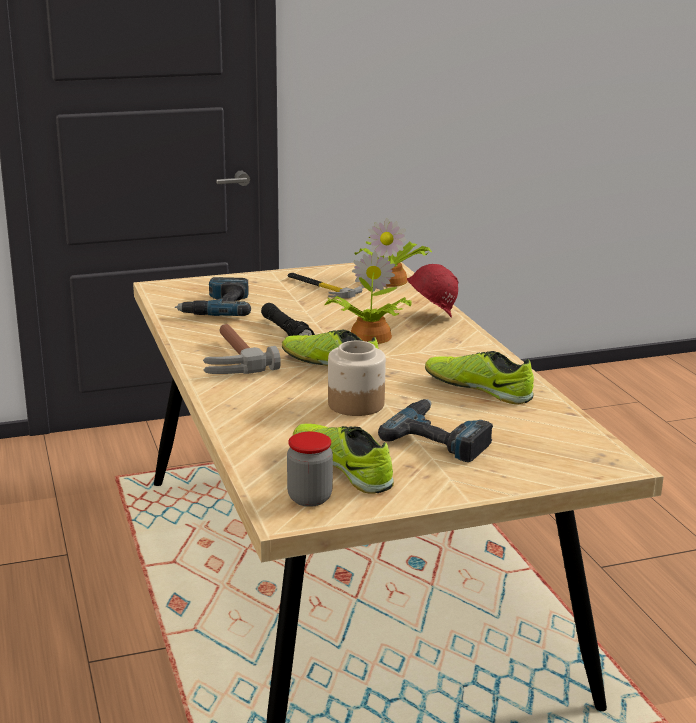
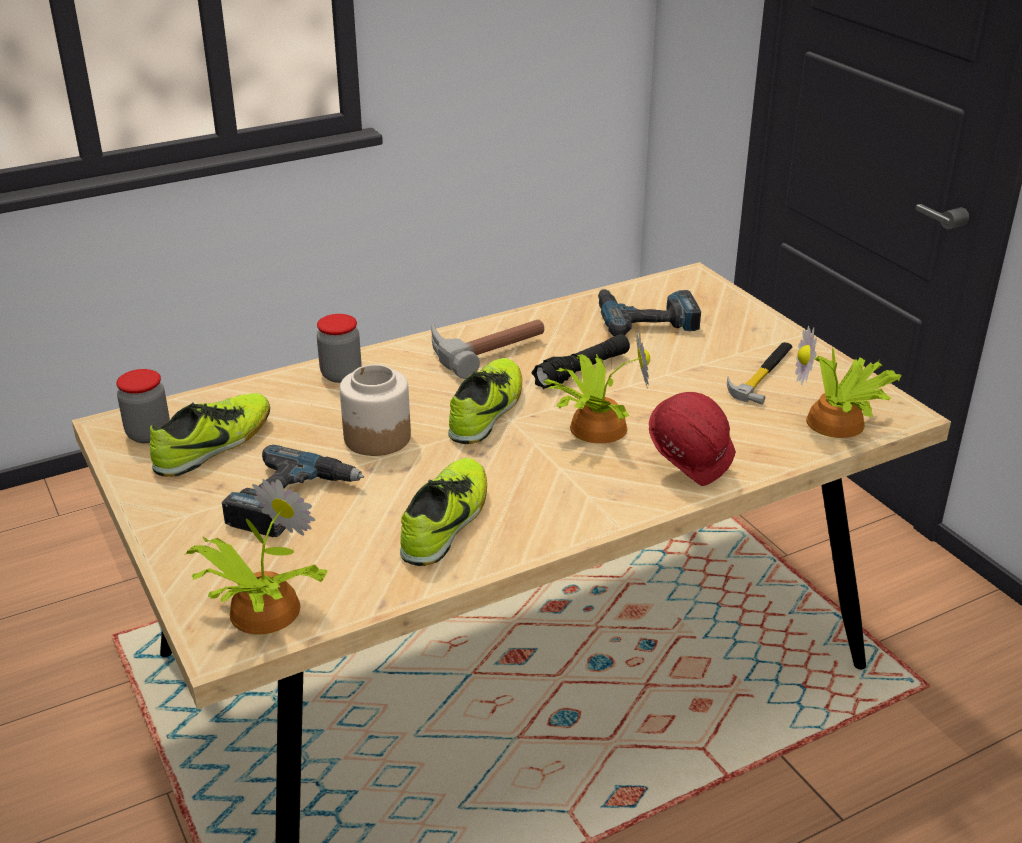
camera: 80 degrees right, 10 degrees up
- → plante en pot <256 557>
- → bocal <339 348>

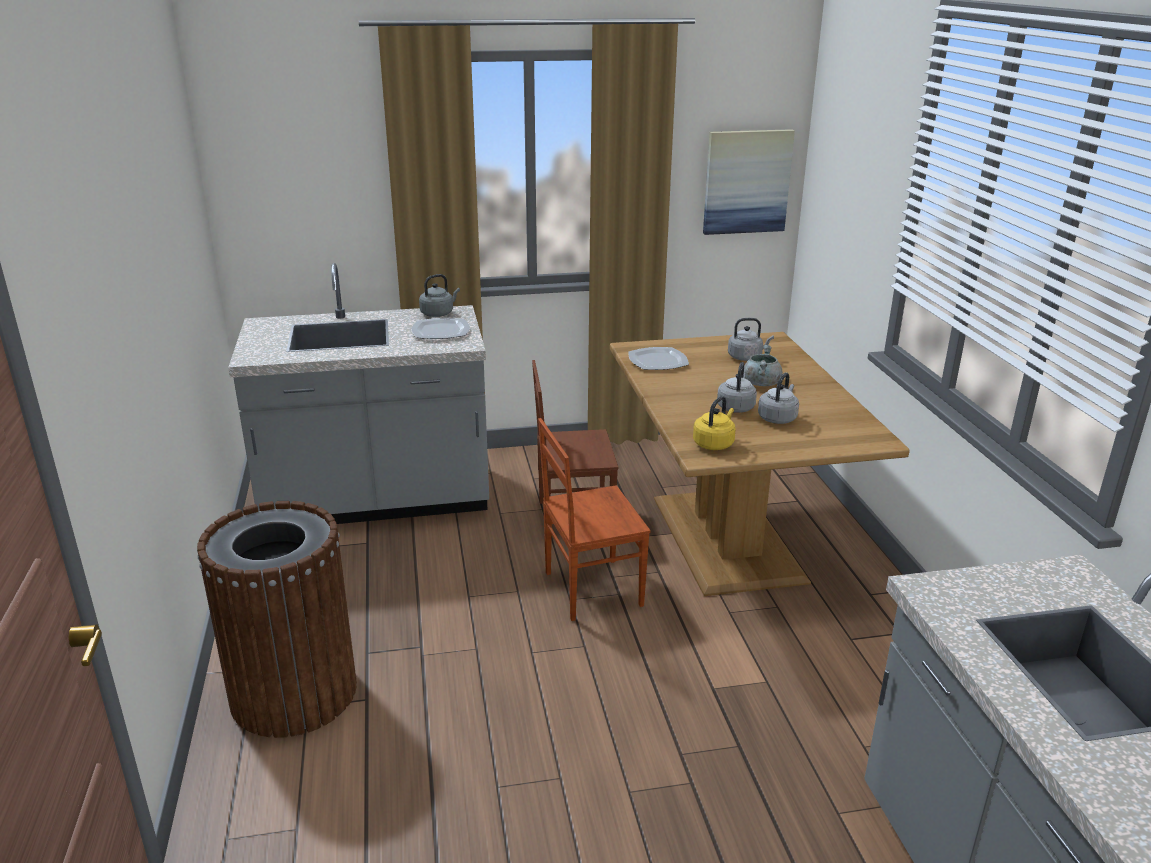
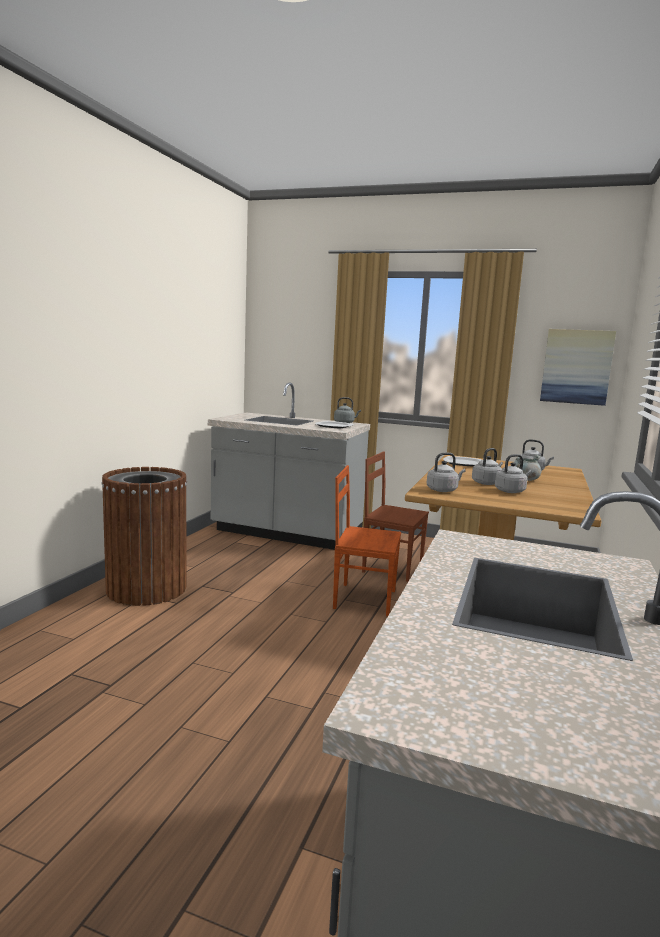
camera: 30 degrees right, 15 degrees down
bouilloire [jaune] <714 423> → bouilloire [gris] <446 472>

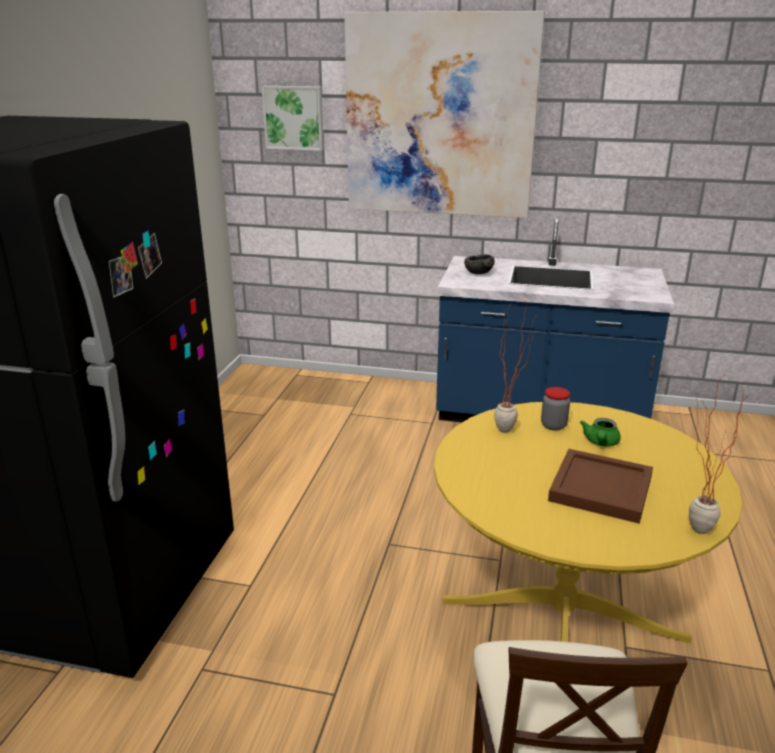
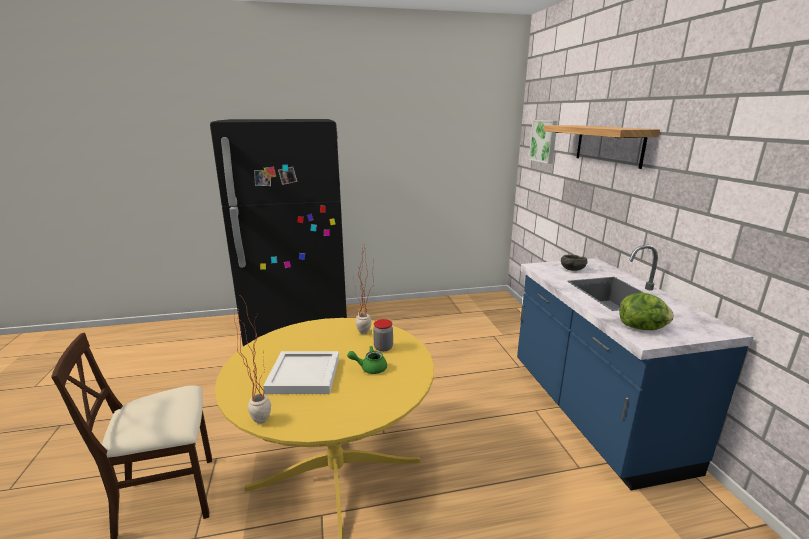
camera: 65 degrees right, 5 degrees down
- → laitue <647 311>
tableau <444 114> → étagère <601 147>
plateau [marron] <600 486> → plateau [blanc] <301 372>

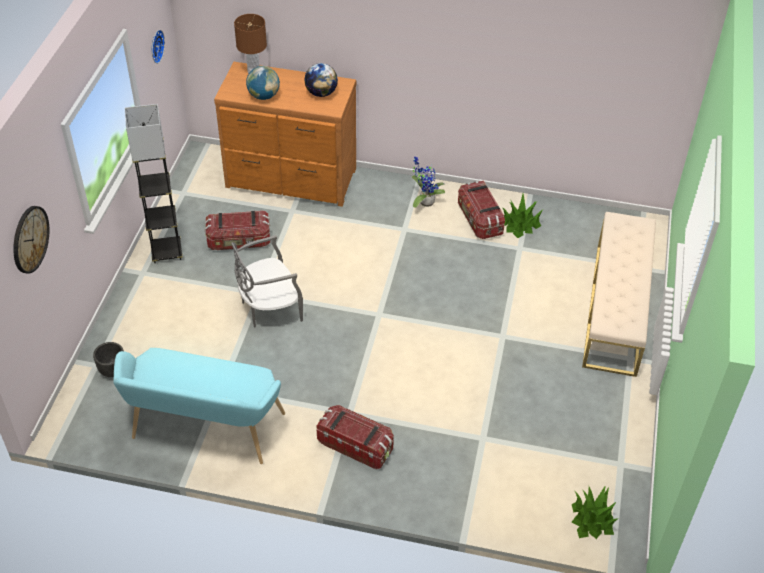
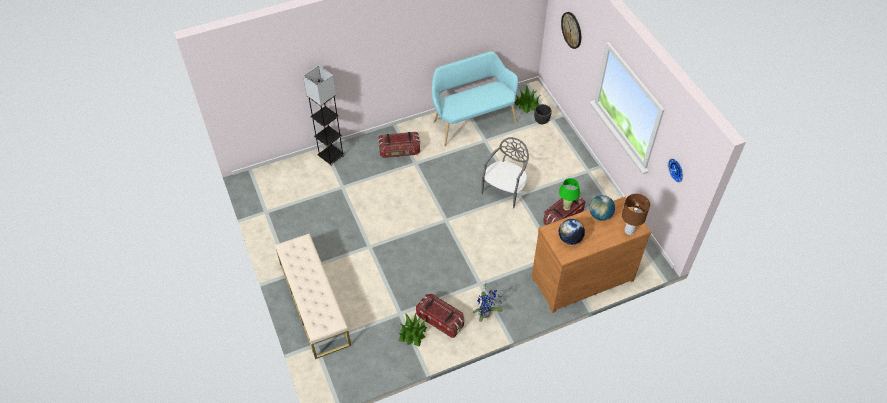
camera: 145 degrees right, 5 degrees up
- → lampe de table [vert] <569 194>
lampadaire [gris] <154 183> → lampadaire [gris] <324 115>, moved
plante en pot <595 512> → plante en pot <527 98>, moved

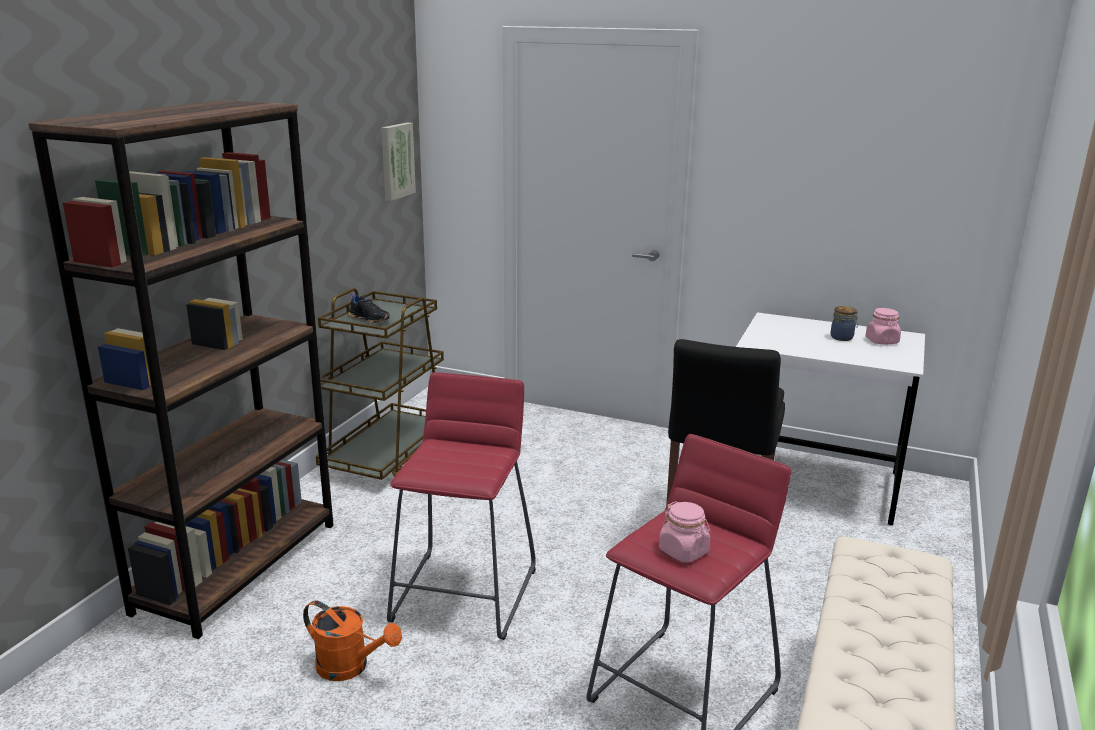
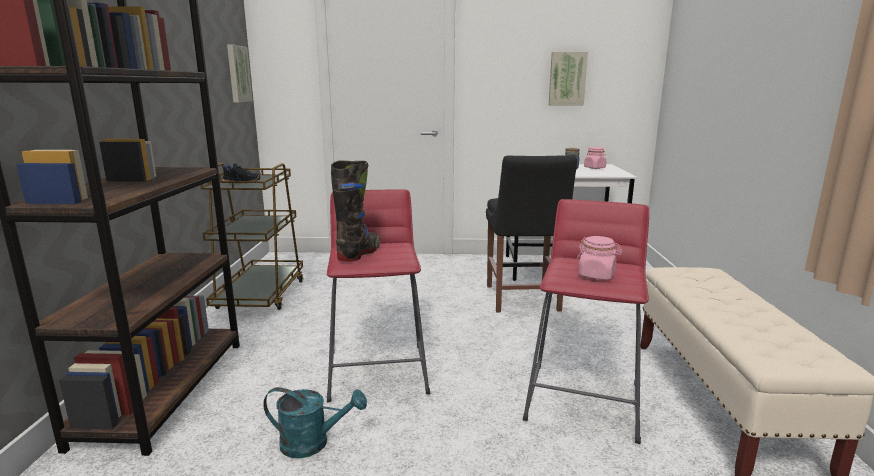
camera: 20 degrees left, 5 degrees down
- → botte [noir] <355 211>
- → tableau <568 78>
arrosoir [orange] <352 640> → arrosoir [turquoise] <315 422>

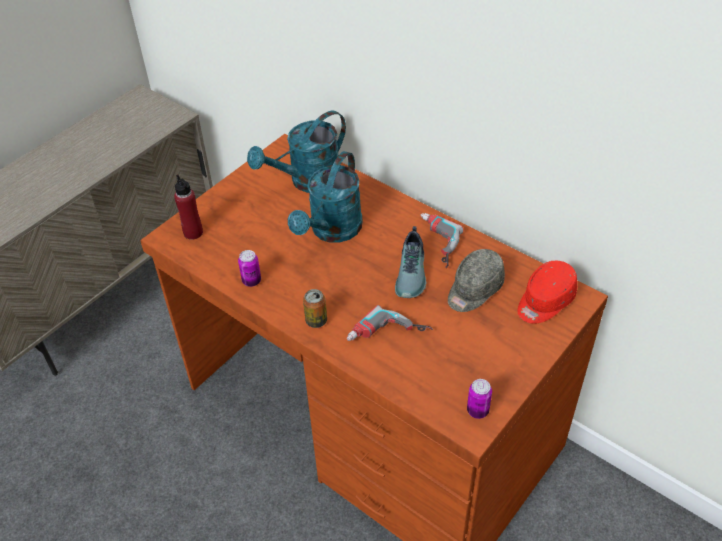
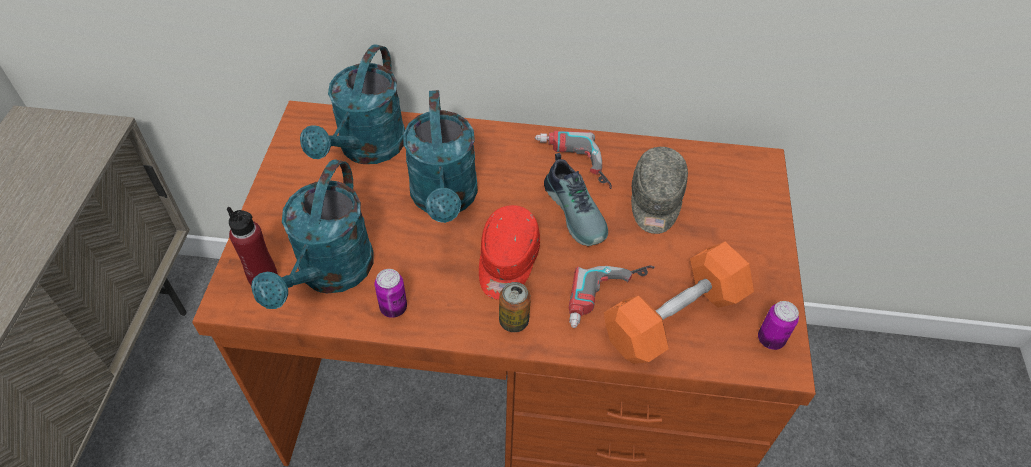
camera: 35 degrees left, 5 degrees up
- → arrosoir [turquoise] <312 234>
- → haltère [orange] <679 303>
casquette [rouge] <547 292> → casquette [rouge] <509 252>, moved

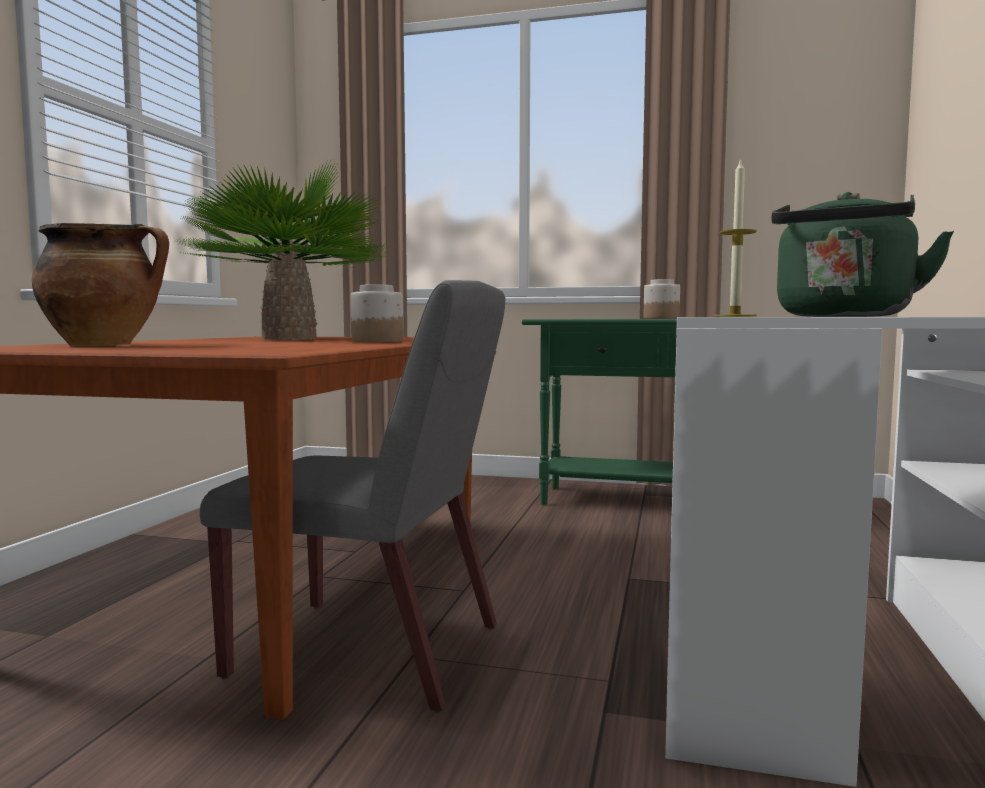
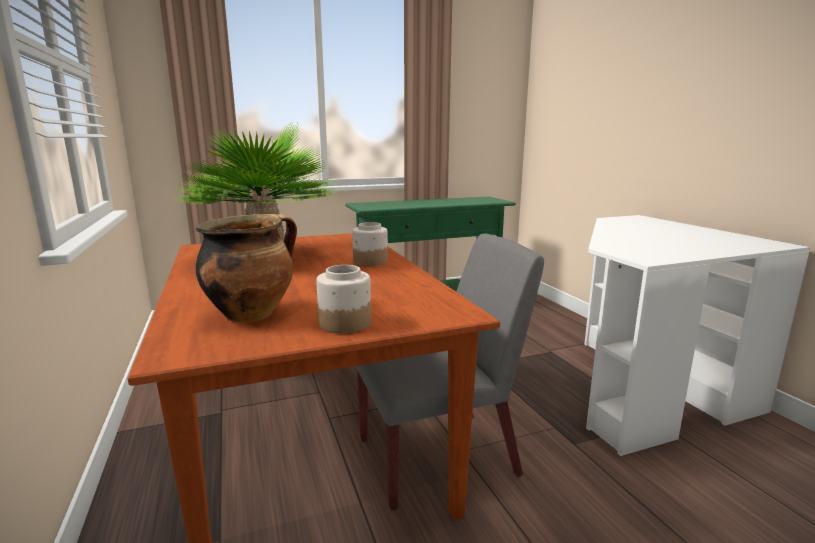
camera: 35 degrees left, 10 degrees up
bougie <735 237> → -
bouilloire [vert] <862 254> → -
bocal <662 299> → bocal <343 299>, moved

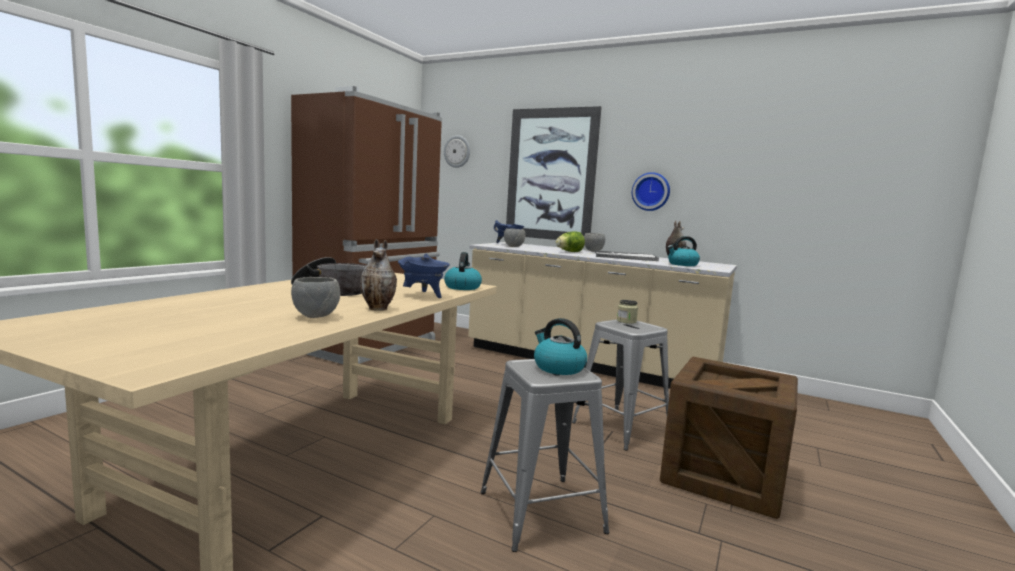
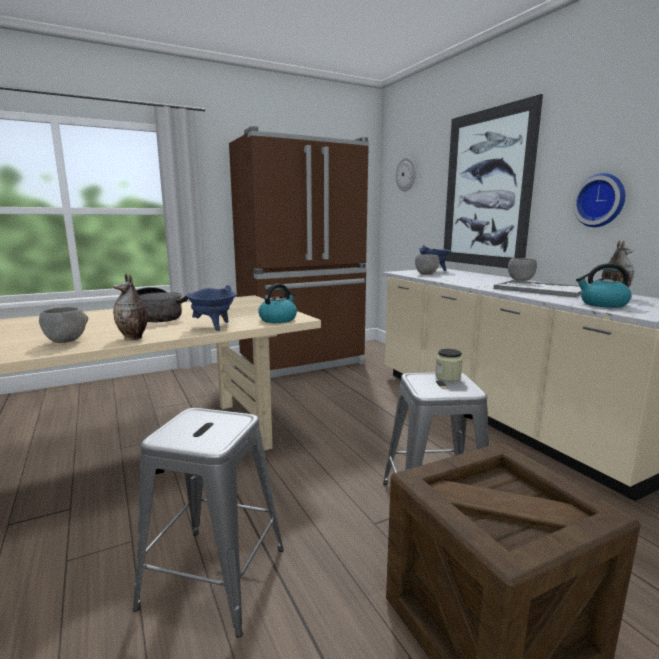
camera: 35 degrees right, 5 degrees up
bouilloire <560 346> → -
laitue <570 241> → -

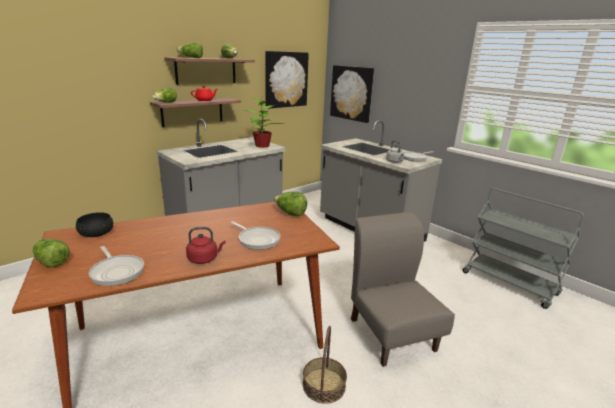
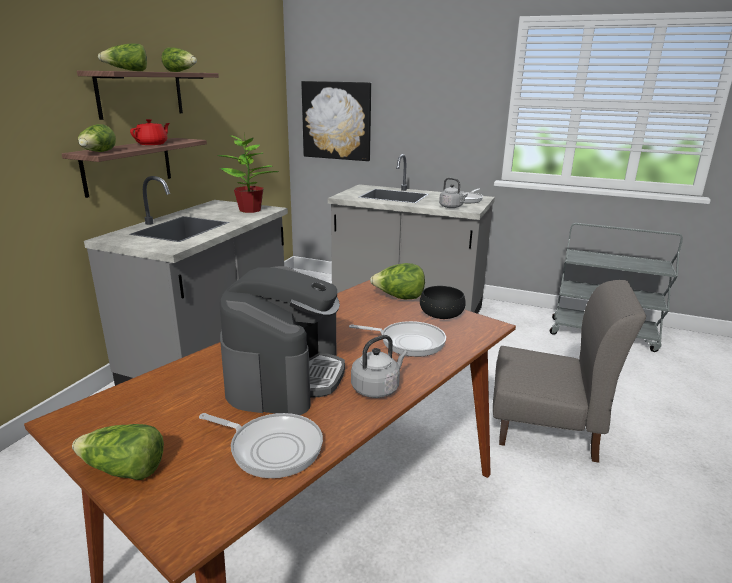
camera: 25 degrees left, 0 degrees up
tableau <287 80> → -
panier <325 365> → -
- → machine à café <282 340>
bol [noir] <94 224> → bol [noir] <443 302>, moved
bouilloire [rouge] <206 245> → bouilloire [gris] <379 366>
chaise [gris] <403 289> → chaise [gris] <569 371>, 150 degrees clockwise

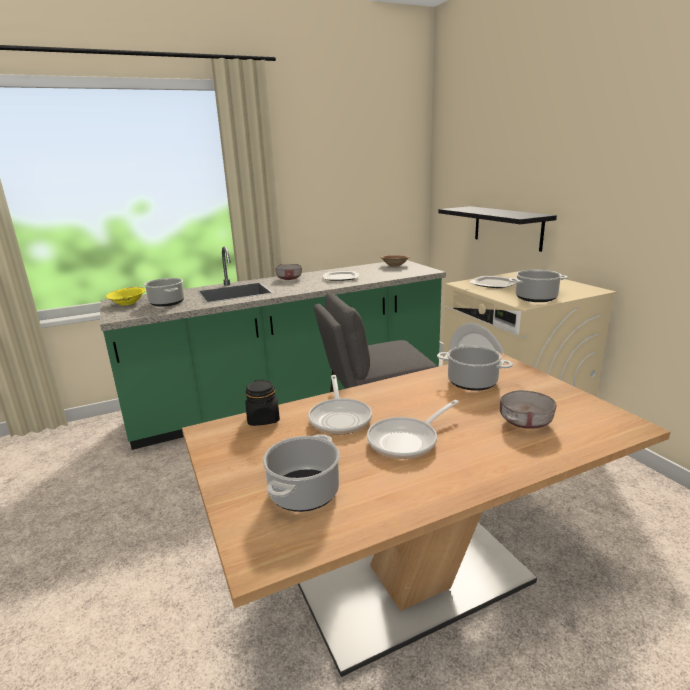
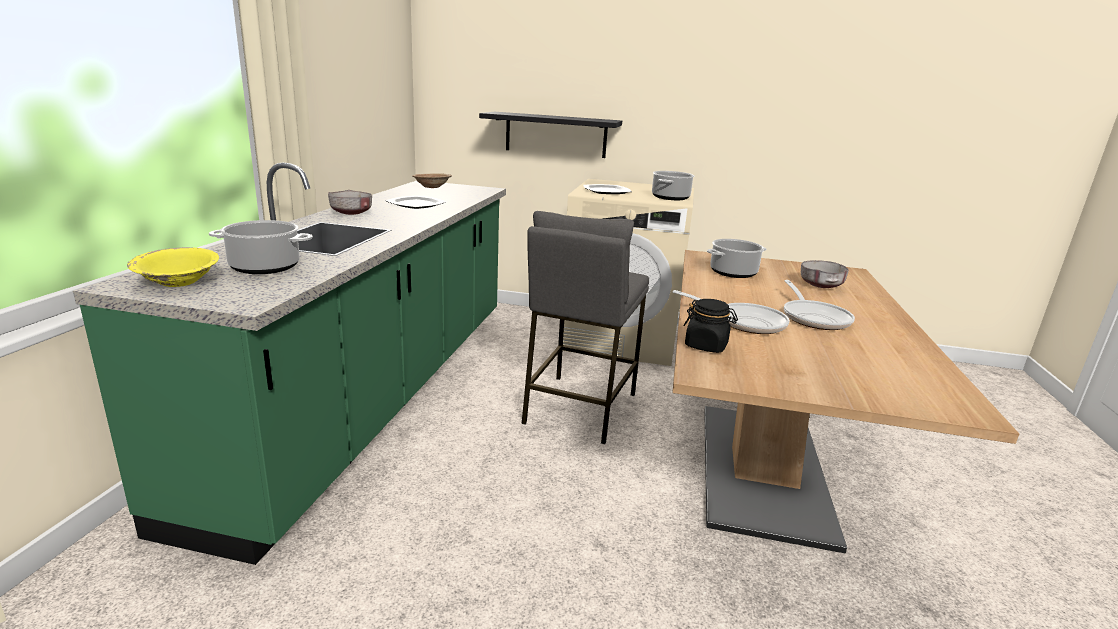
camera: 55 degrees left, 0 degrees up
marmite <301 473> → -

